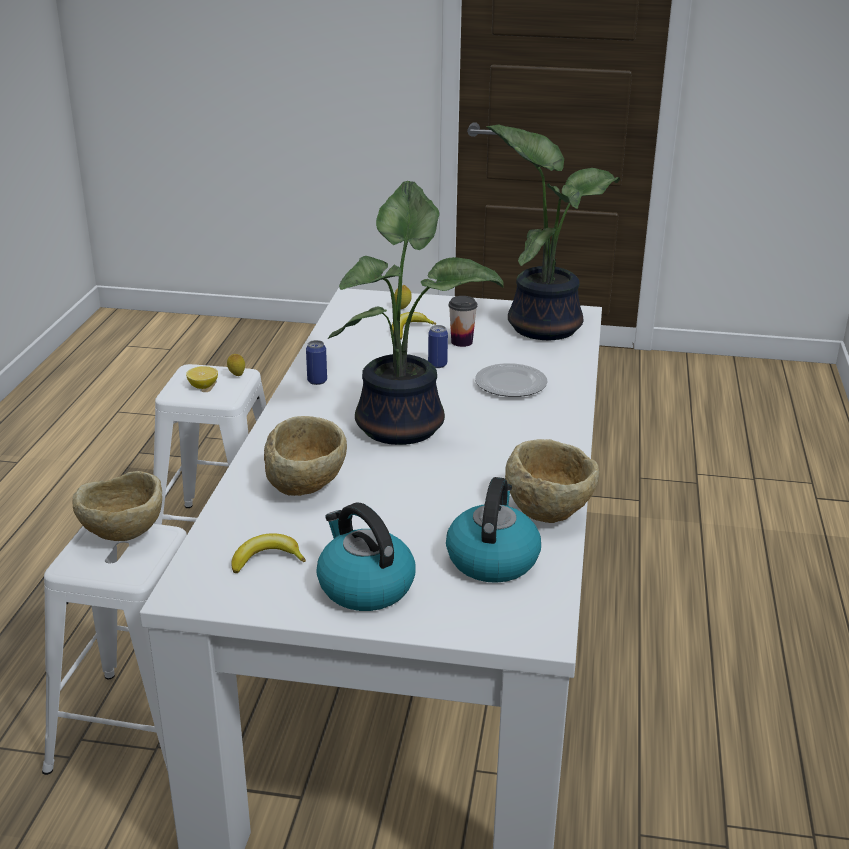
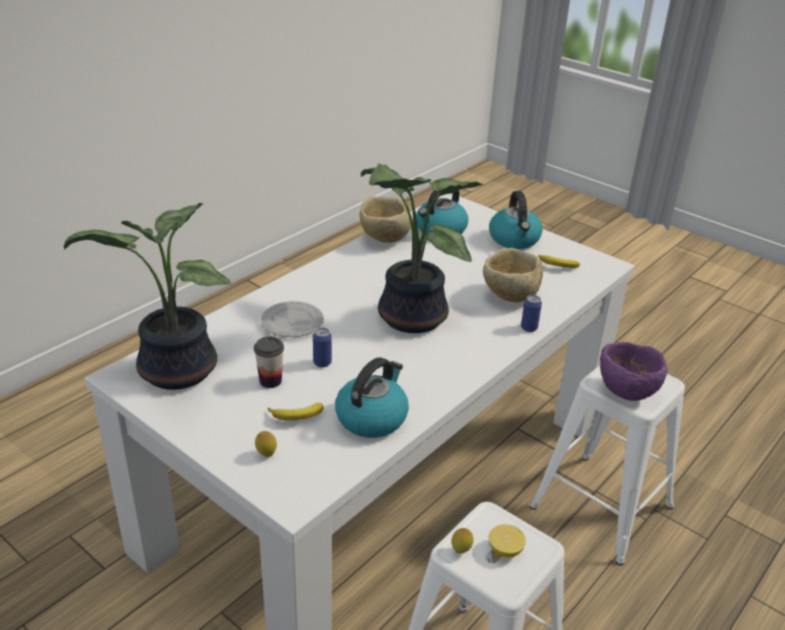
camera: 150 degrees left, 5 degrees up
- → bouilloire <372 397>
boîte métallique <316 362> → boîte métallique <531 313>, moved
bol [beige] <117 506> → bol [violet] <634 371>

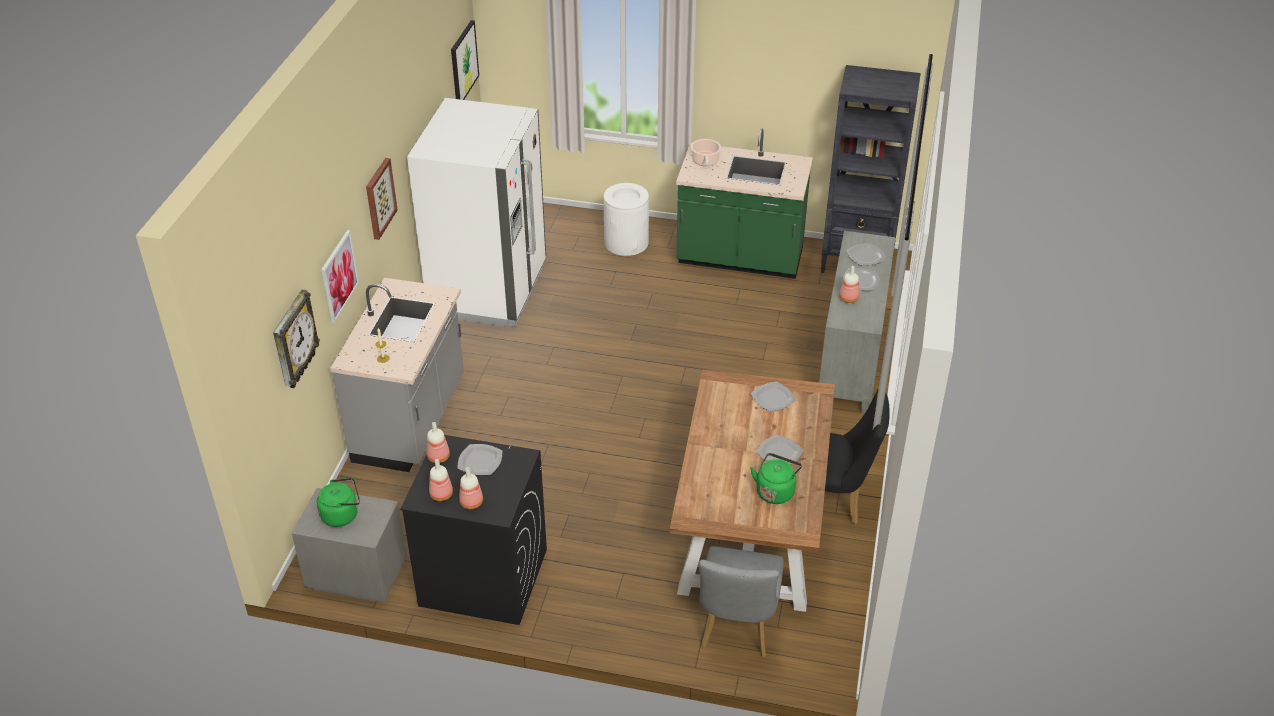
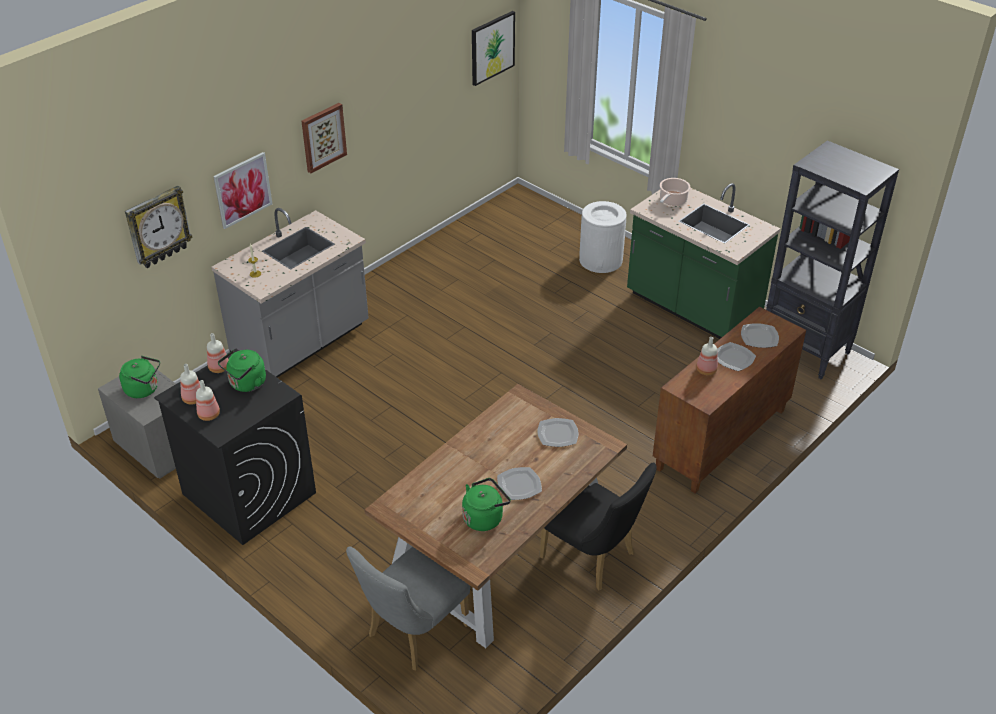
camera: 30 degrees right, 0 degrees up
réfrigérateur [blanc] <476 212> → -
assiette <480 459> → bouilloire [vert] <242 371>
meuble de rangement [gris] <857 322> → meuble de rangement [marron] <729 400>

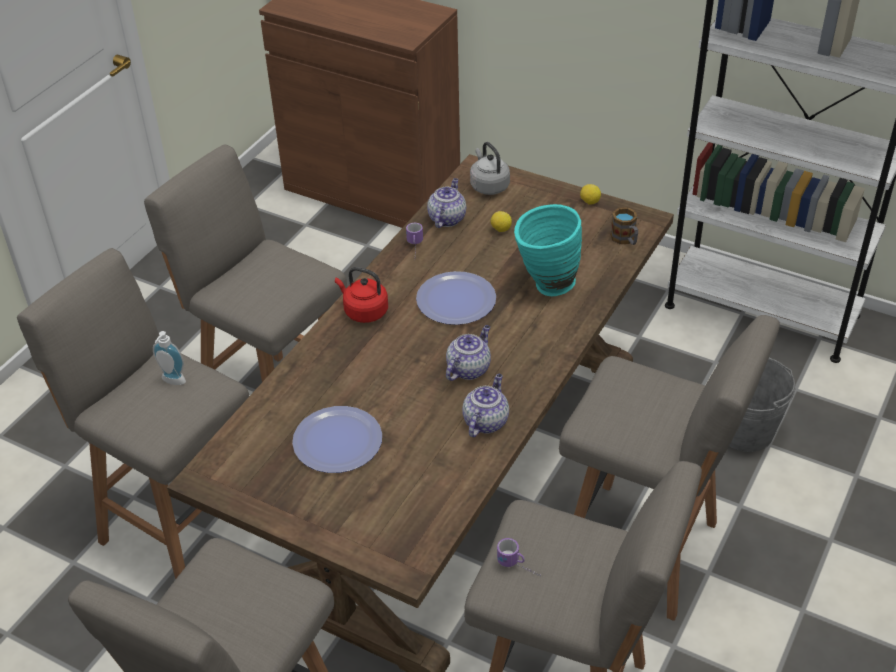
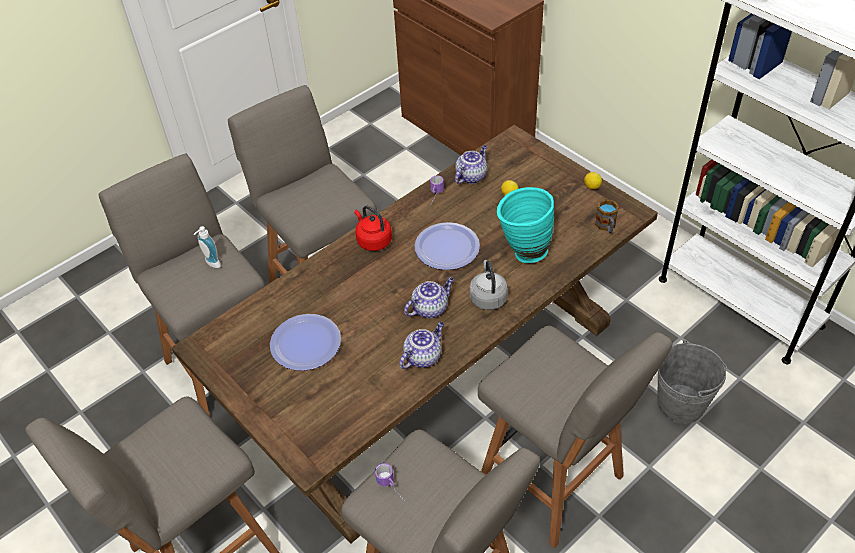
camera: 20 degrees right, 5 degrees up
bouilloire [gris] <490 168> → bouilloire [gris] <488 285>, moved

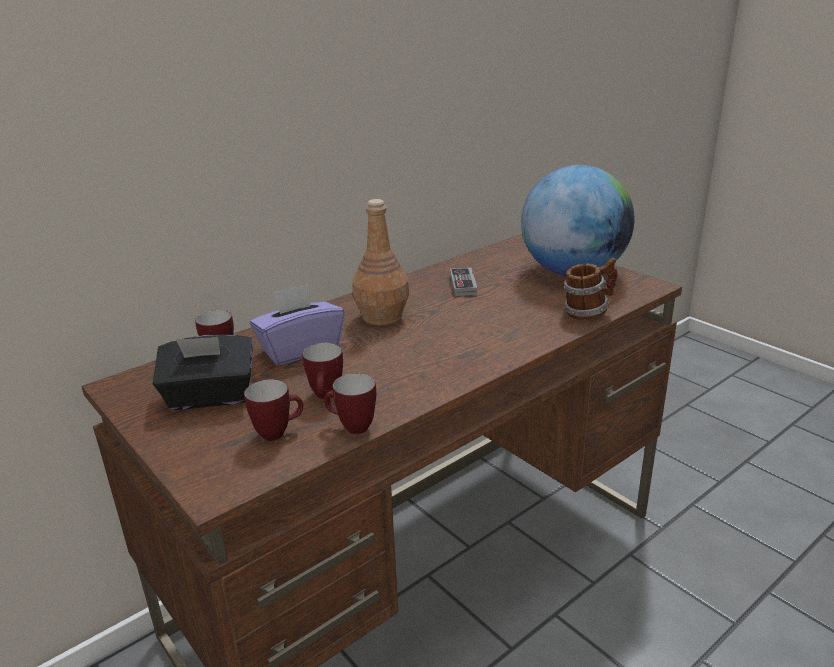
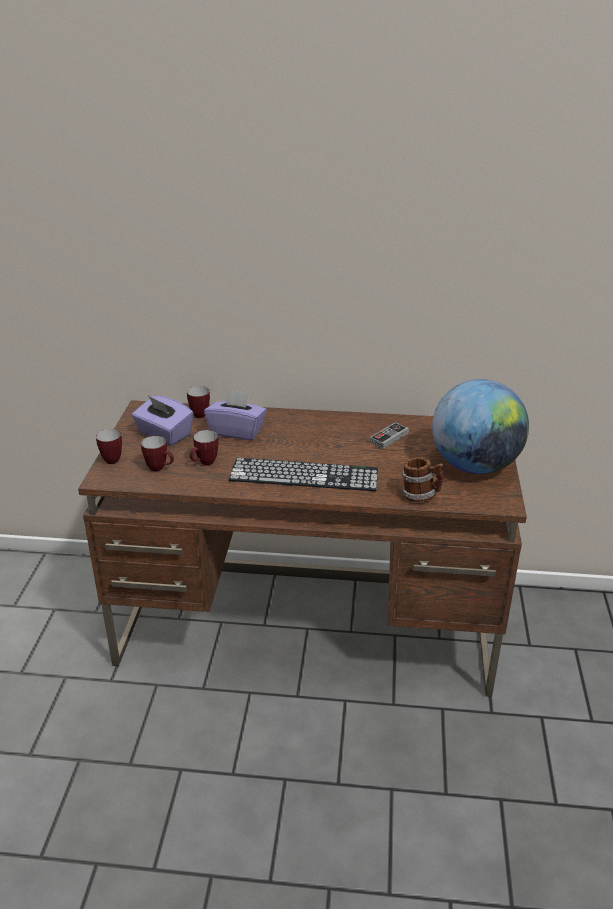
camera: 45 degrees right, 5 degrees up
bouteille [marron] <380 262> → -
- → clavier <303 474>
mug <350 403> → mug <109 446>, moved
boîte à mouchoirs [noir] <203 372> → boîte à mouchoirs [violet] <163 421>

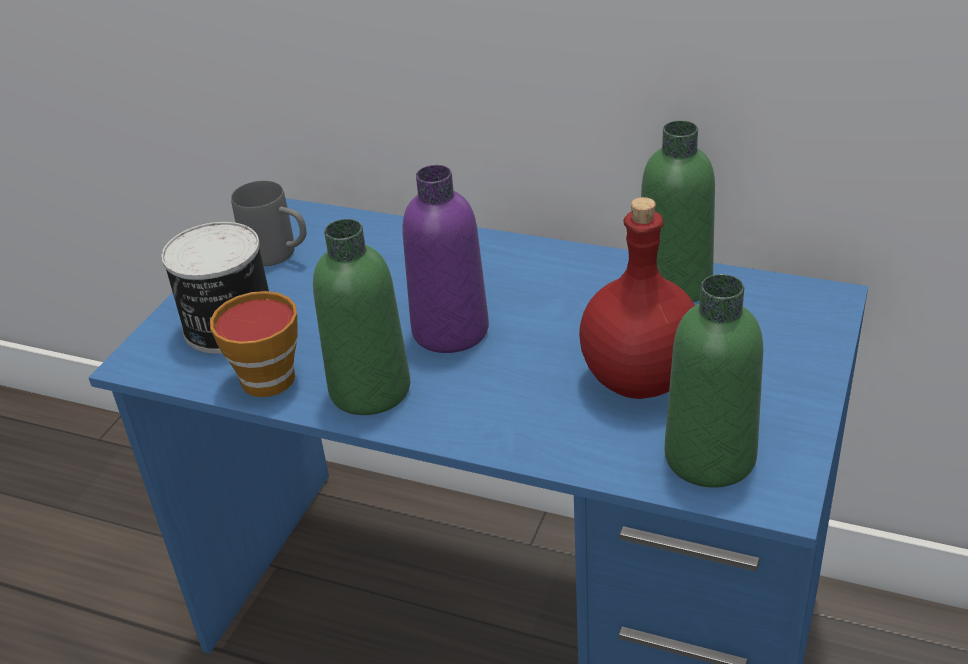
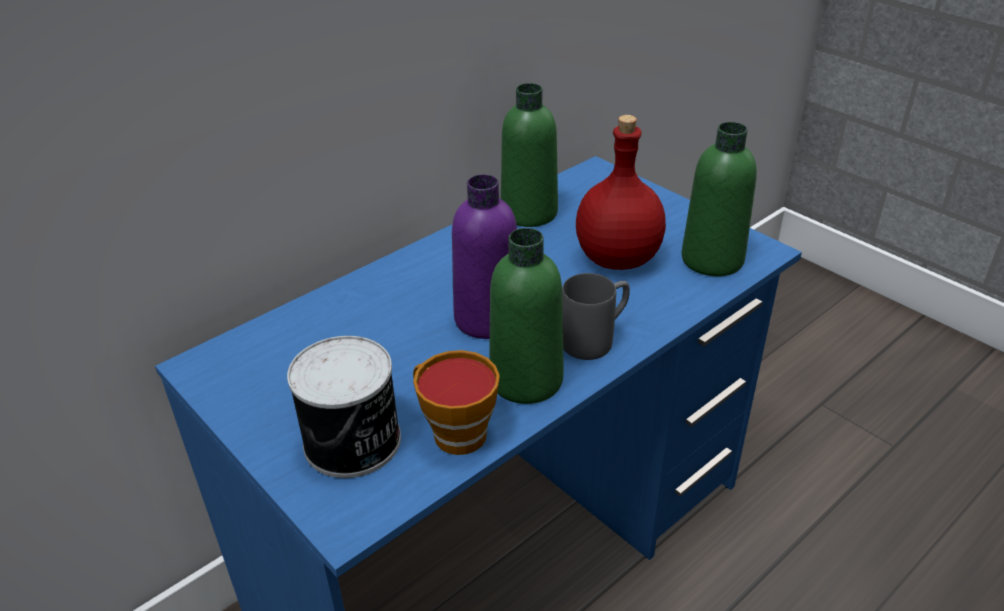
camera: 65 degrees left, 0 degrees up
mug [gris] <269 223> → mug [gris] <596 316>, moved

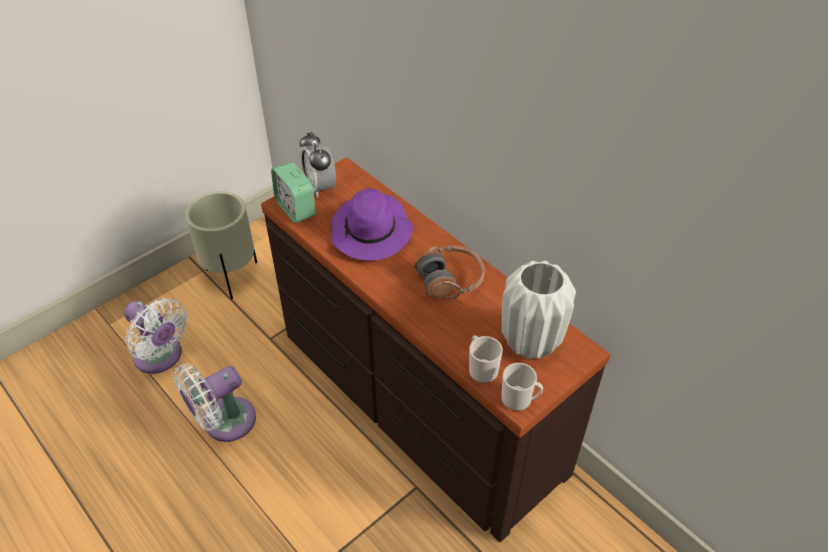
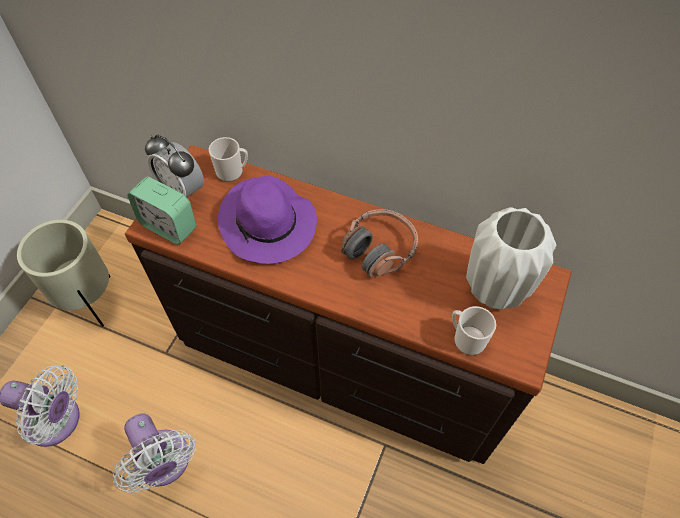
camera: 25 degrees left, 10 degrees up
mug <522 387> → mug <228 159>, moved
ventilateur [blanc] <214 403> → ventilateur [blanc] <154 453>, 60 degrees counterclockwise

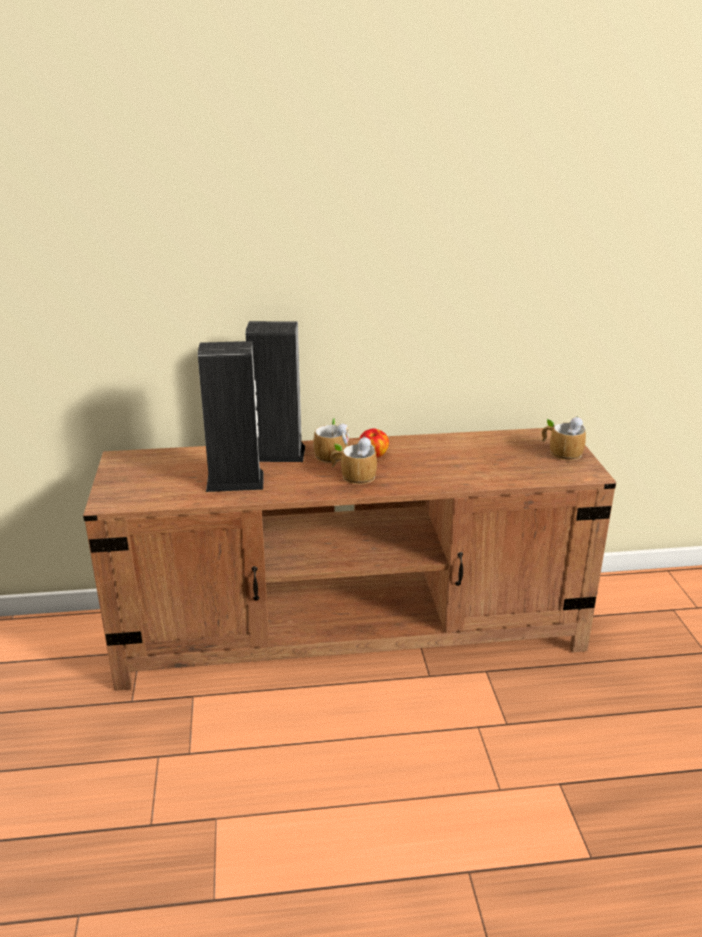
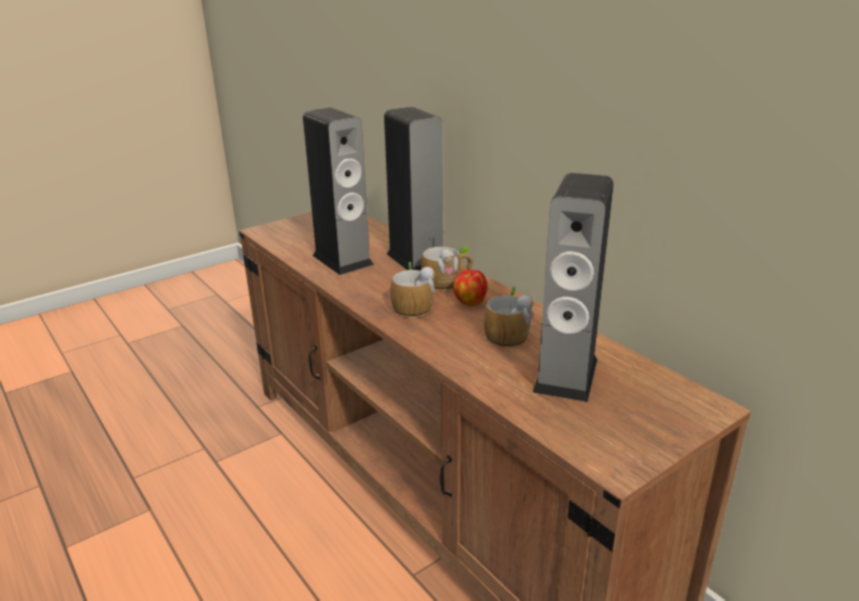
camera: 60 degrees right, 0 degrees up
- → enceinte <573 287>
mug <564 438> → mug <508 317>, moved

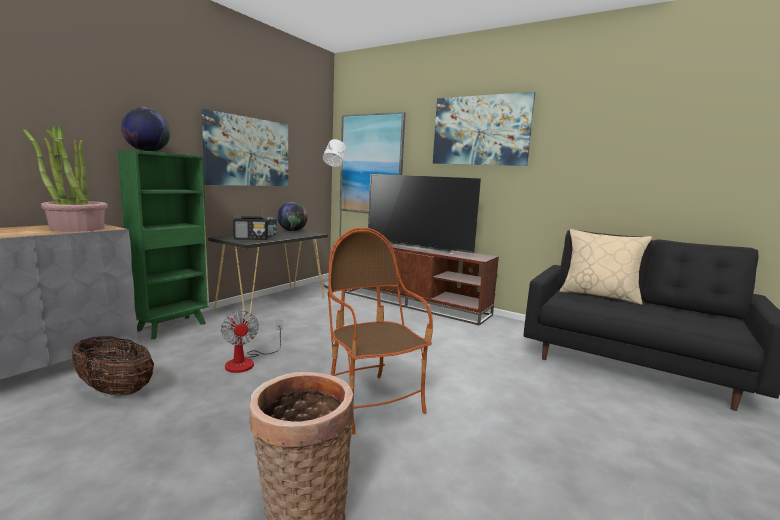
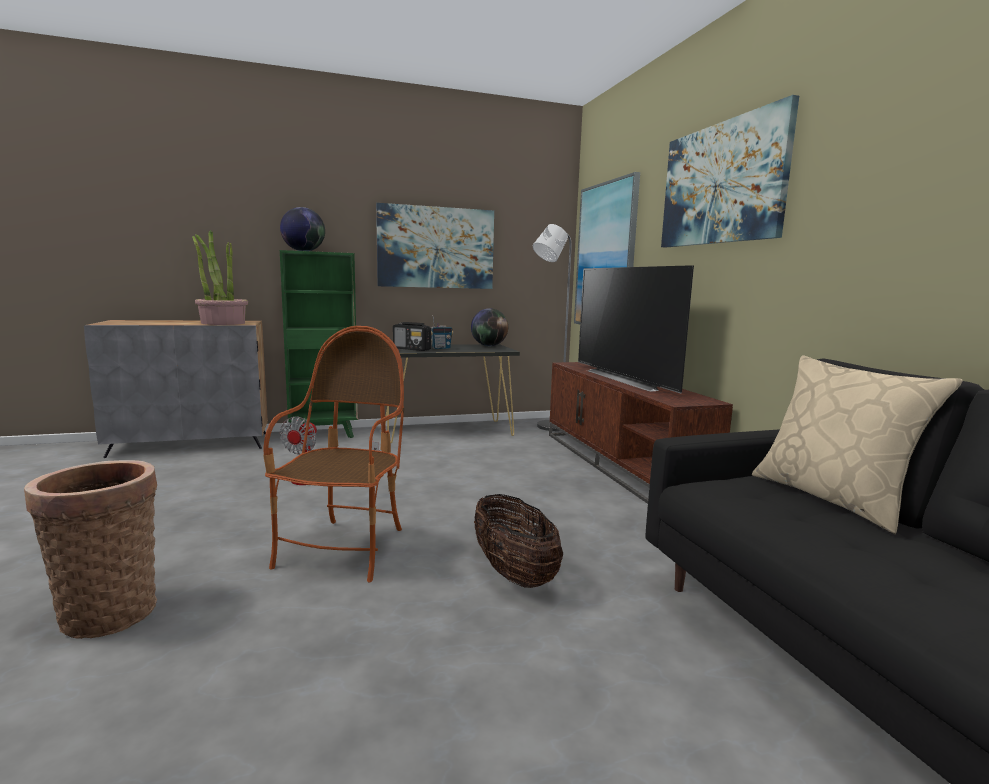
camera: 40 degrees right, 0 degrees up
panier <113 365> → panier <518 541>, moved

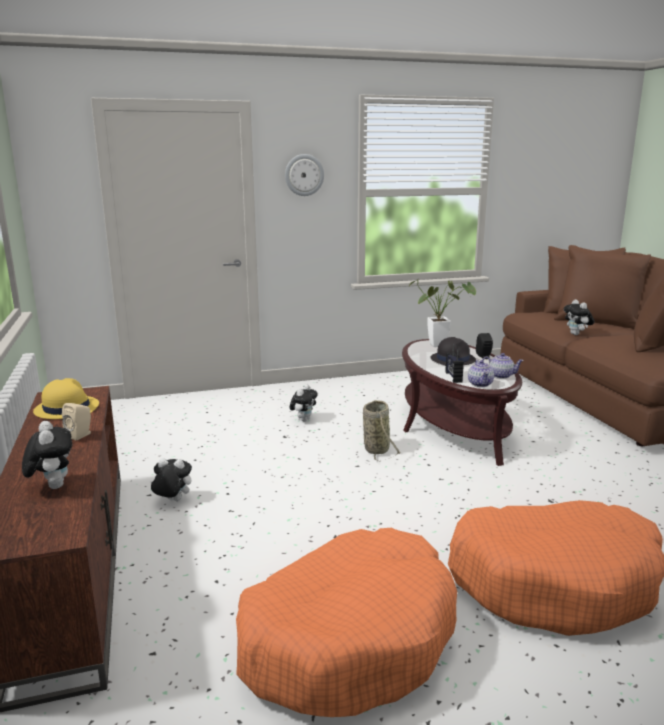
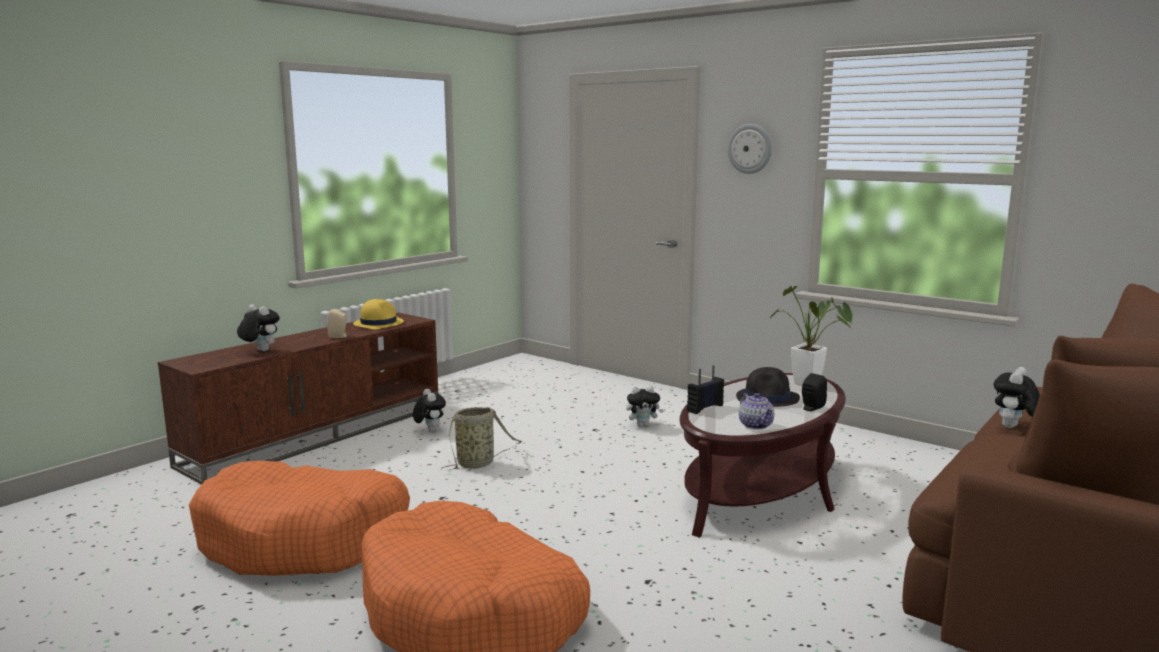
camera: 55 degrees right, 5 degrees down
théière <481 373> → -
panier <382 431> → panier <481 438>, moved
peluche <47 455> → peluche <258 328>, 90 degrees counterclockwise

